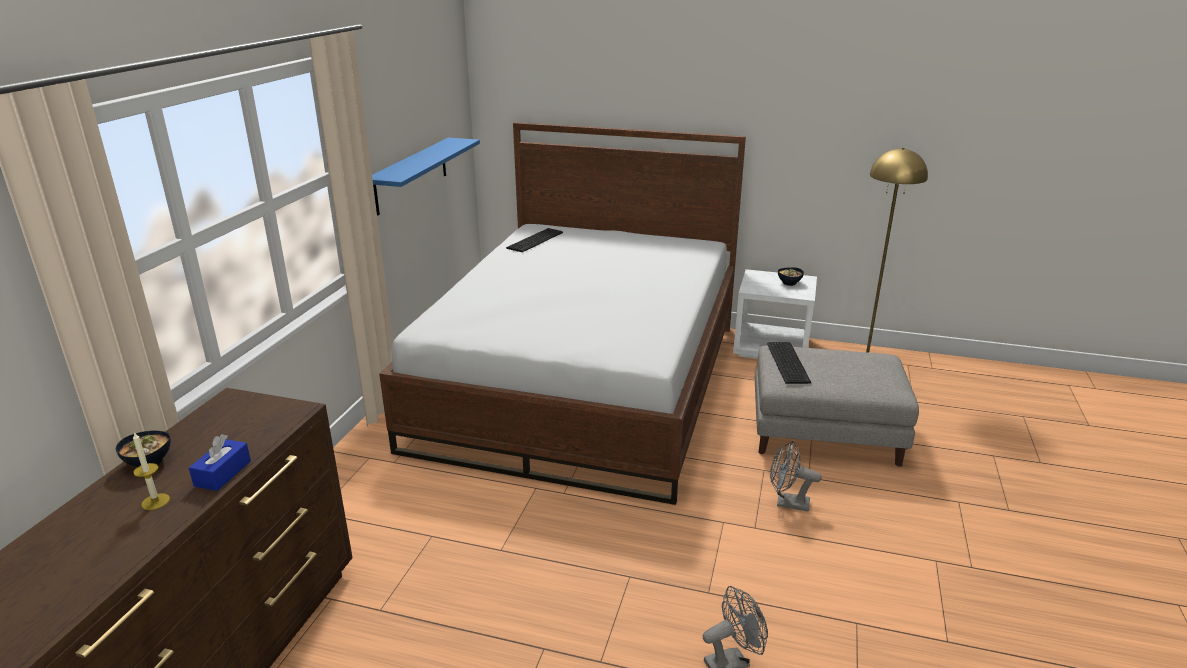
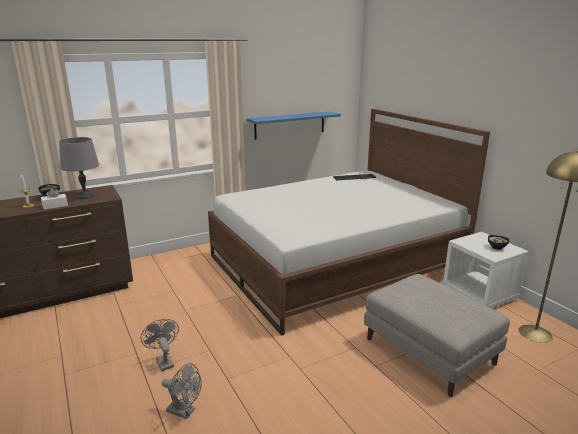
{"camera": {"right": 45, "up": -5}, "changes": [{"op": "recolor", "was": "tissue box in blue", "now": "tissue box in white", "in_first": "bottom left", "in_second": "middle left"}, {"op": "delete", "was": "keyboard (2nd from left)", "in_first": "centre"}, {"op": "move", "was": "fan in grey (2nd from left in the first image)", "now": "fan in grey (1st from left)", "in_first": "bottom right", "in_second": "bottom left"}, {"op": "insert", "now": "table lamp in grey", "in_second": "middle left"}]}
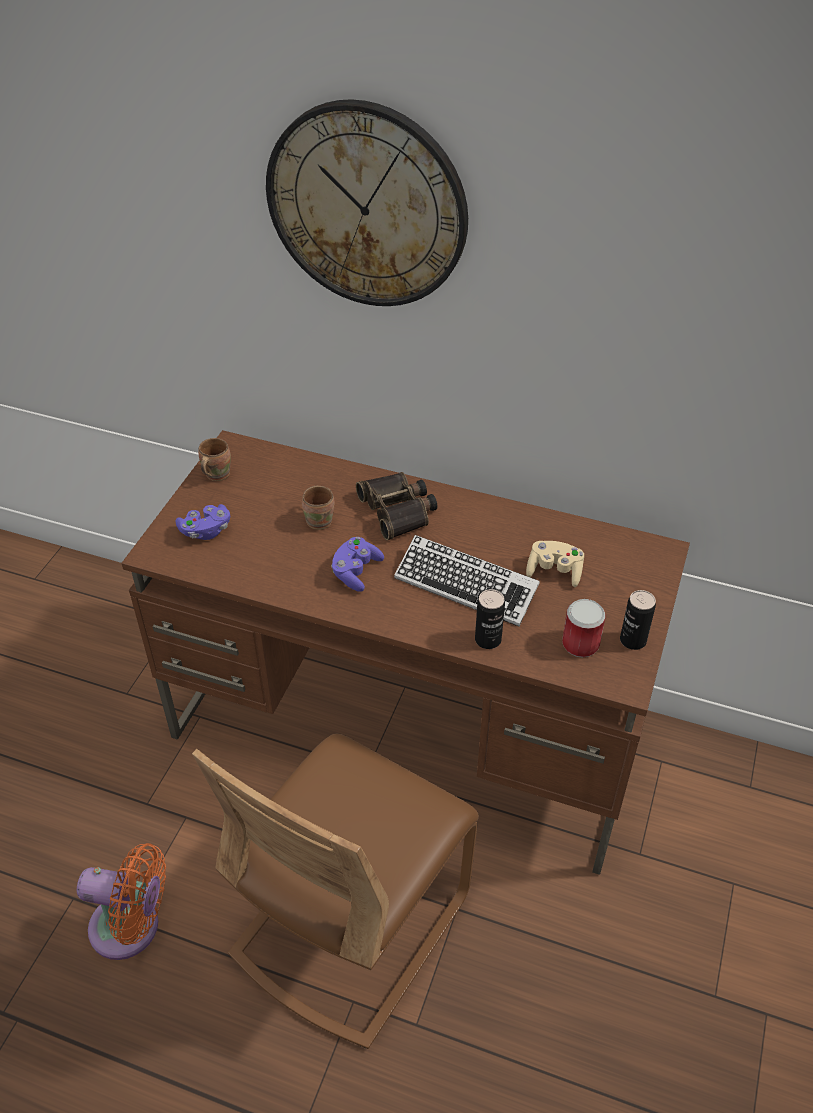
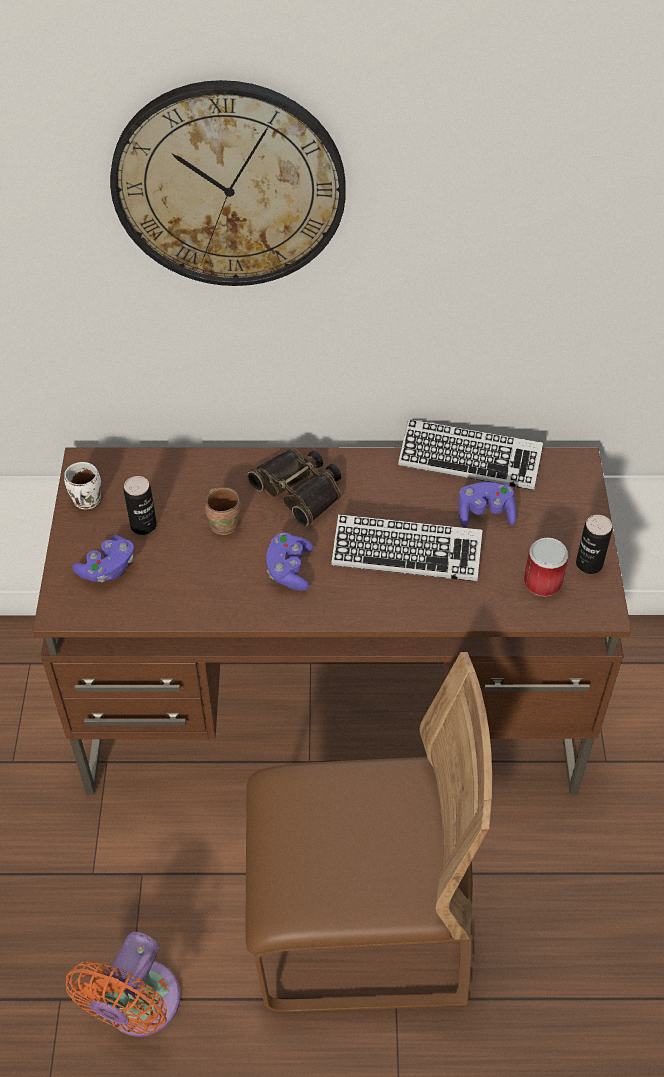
{"camera": {"right": -20, "up": 5}, "changes": [{"op": "rotate", "was": "fan in orange", "in_first": "bottom left", "in_second": "bottom left", "clockwise": 120}, {"op": "rotate", "was": "chair in brown", "in_first": "bottom centre", "in_second": "bottom centre", "clockwise": -105}, {"op": "recolor", "was": "mug in brown (1st from left)", "now": "mug in white", "in_first": "middle left", "in_second": "middle left"}, {"op": "move", "was": "can (1st from left)", "in_first": "centre", "in_second": "middle left"}, {"op": "recolor", "was": "game controller in beige", "now": "game controller in purple (3rd from left)", "in_first": "middle right", "in_second": "middle right"}, {"op": "insert", "now": "keyboard (2nd from left)", "in_second": "middle right"}]}
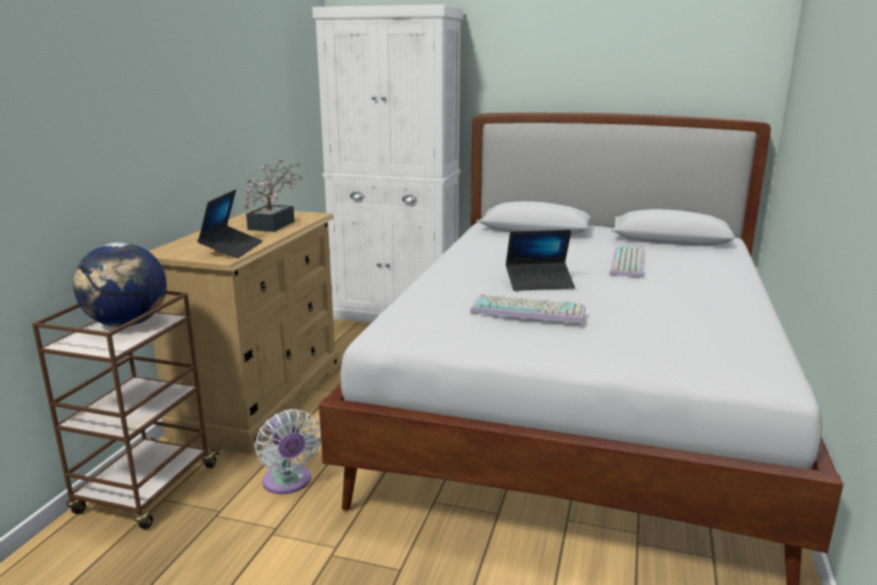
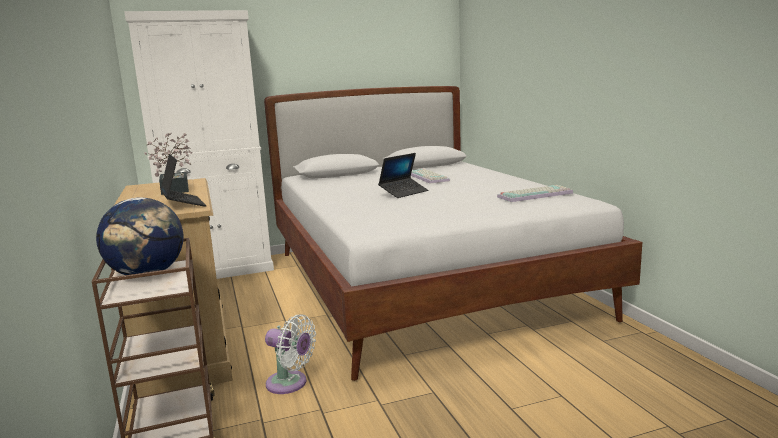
{"camera": {"right": -35, "up": -5}, "changes": [{"op": "move", "was": "keyboard (1st from left in the first image)", "now": "keyboard (2nd from left)", "in_first": "centre", "in_second": "middle right"}]}
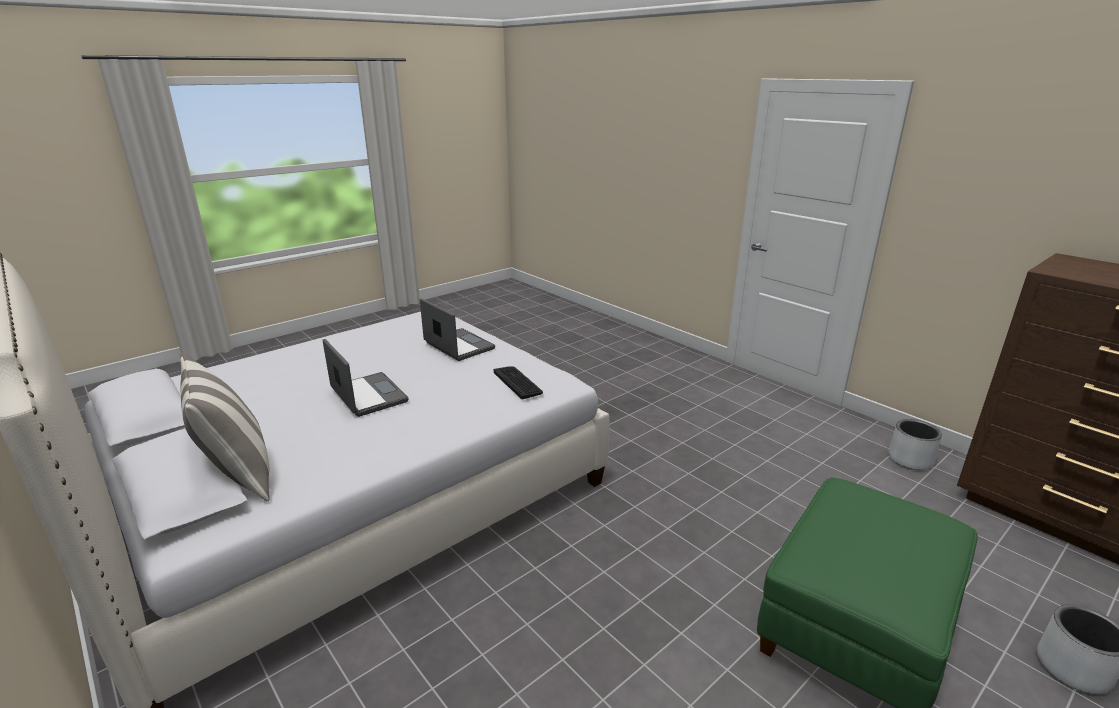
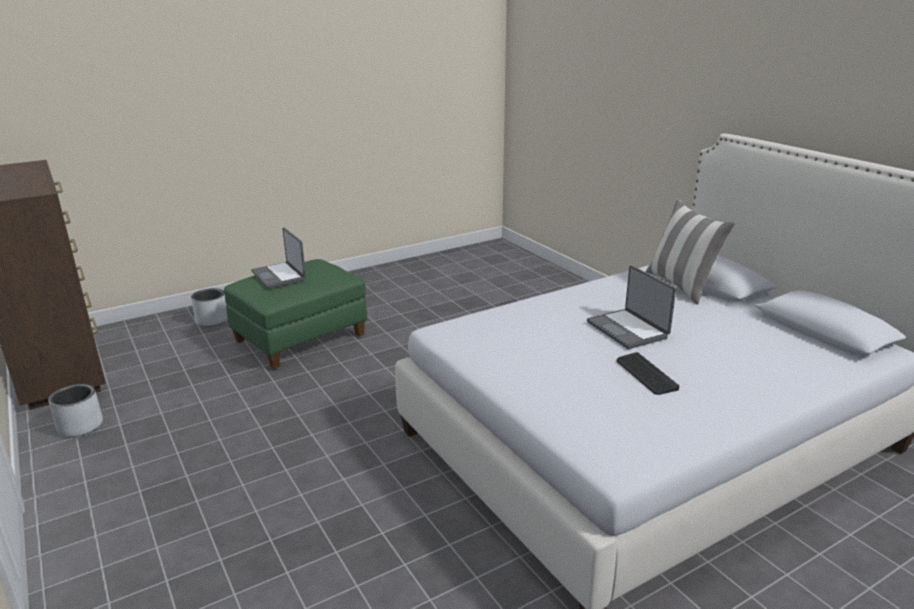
{"camera": {"right": -170, "up": 0}, "changes": [{"op": "move", "was": "laptop (2nd from left in the first image)", "now": "laptop (1st from left)", "in_first": "centre", "in_second": "middle left"}, {"op": "move", "was": "keyboard", "in_first": "centre", "in_second": "middle right"}]}
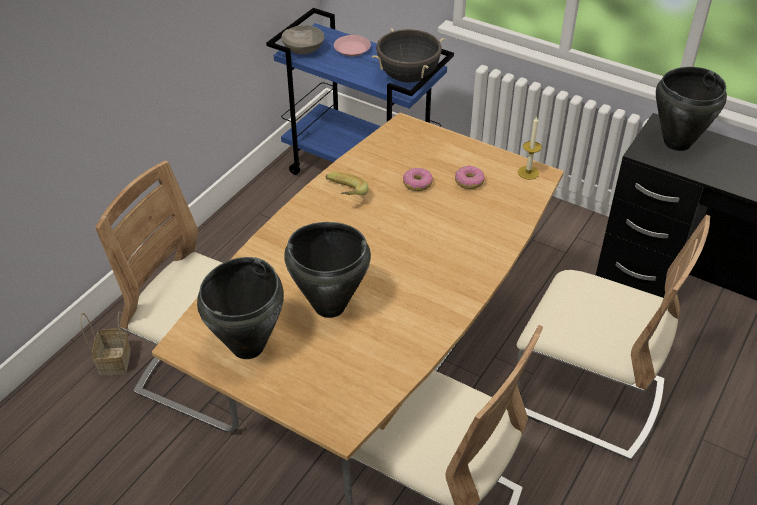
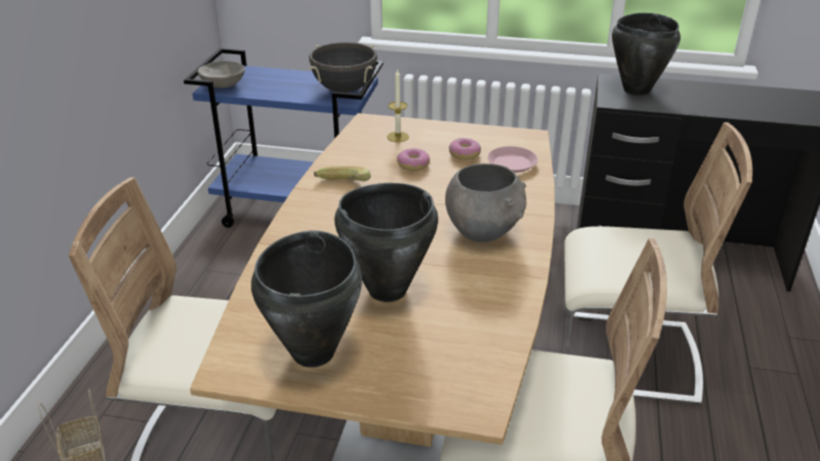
{"camera": {"right": -20, "up": -10}, "changes": [{"op": "move", "was": "plate in pink", "in_first": "top centre", "in_second": "centre"}, {"op": "move", "was": "candle", "in_first": "top right", "in_second": "top centre"}, {"op": "insert", "now": "bowl in grey (2nd from left)", "in_second": "centre"}]}
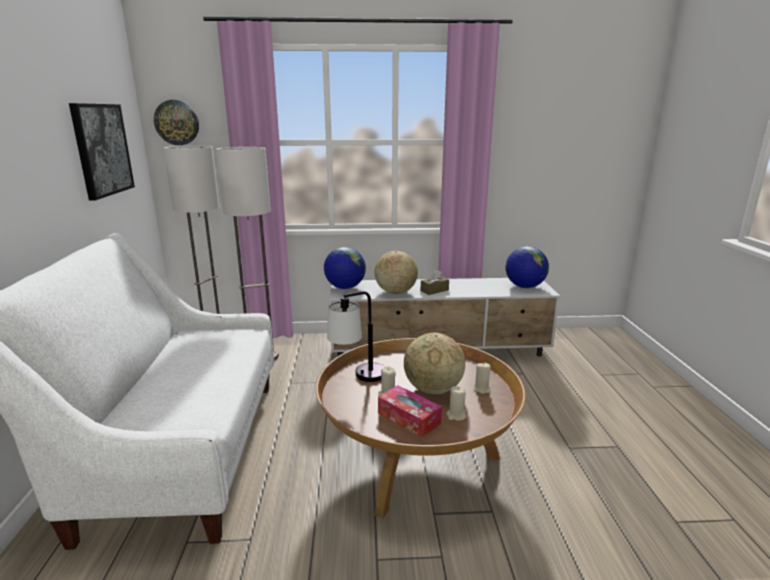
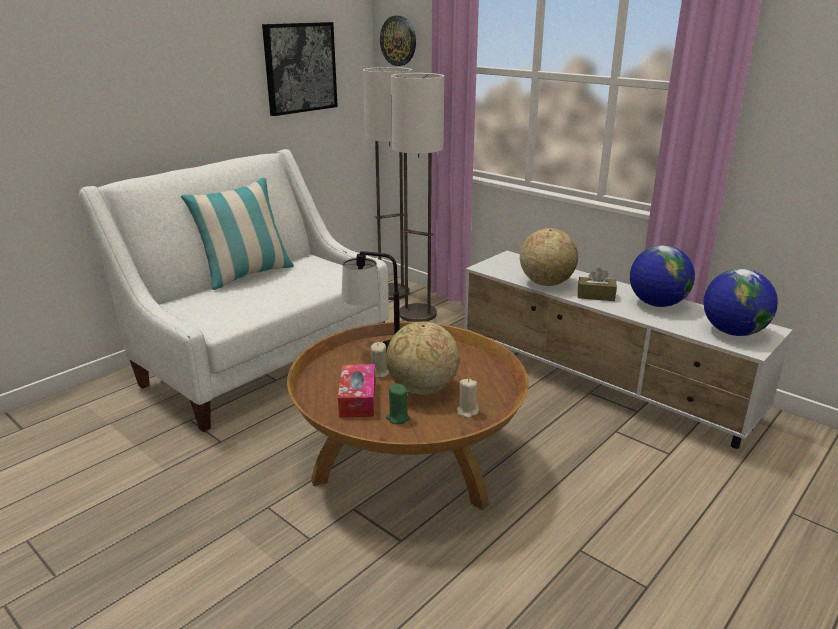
{"camera": {"right": 45, "up": 5}, "changes": [{"op": "move", "was": "globe (1st from left in the first image)", "now": "globe (3rd from left)", "in_first": "centre", "in_second": "middle right"}, {"op": "recolor", "was": "candle in beige (2nd from left)", "now": "candle in green", "in_first": "bottom centre", "in_second": "centre"}, {"op": "insert", "now": "pillow", "in_second": "middle left"}]}
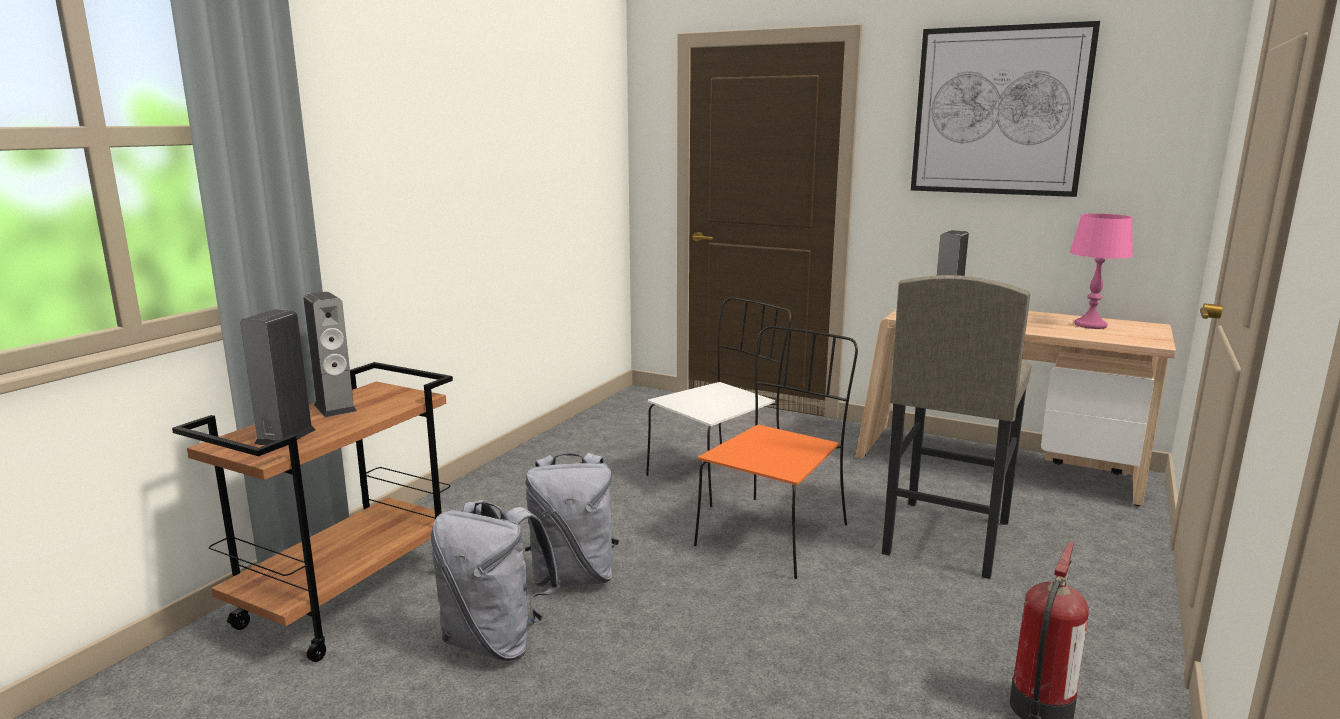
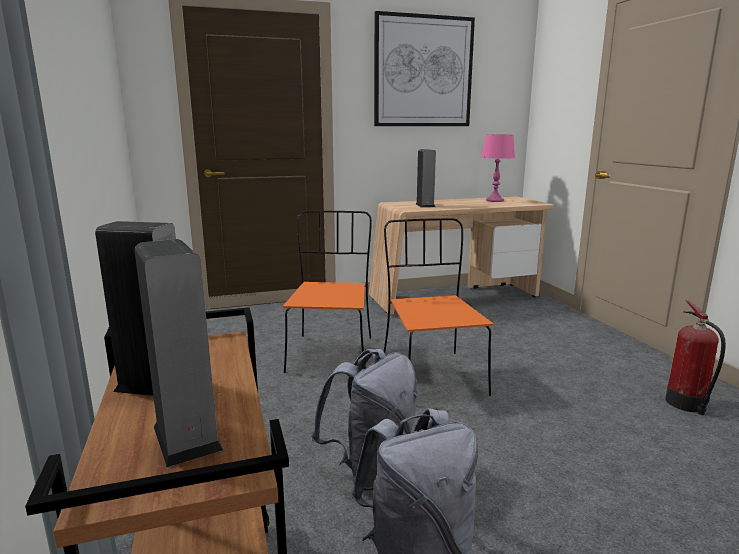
{"camera": {"right": -45, "up": 0}, "changes": [{"op": "recolor", "was": "chair in white", "now": "chair in orange (1st from left)", "in_first": "centre", "in_second": "centre"}, {"op": "delete", "was": "stool in grey", "in_first": "middle right"}]}
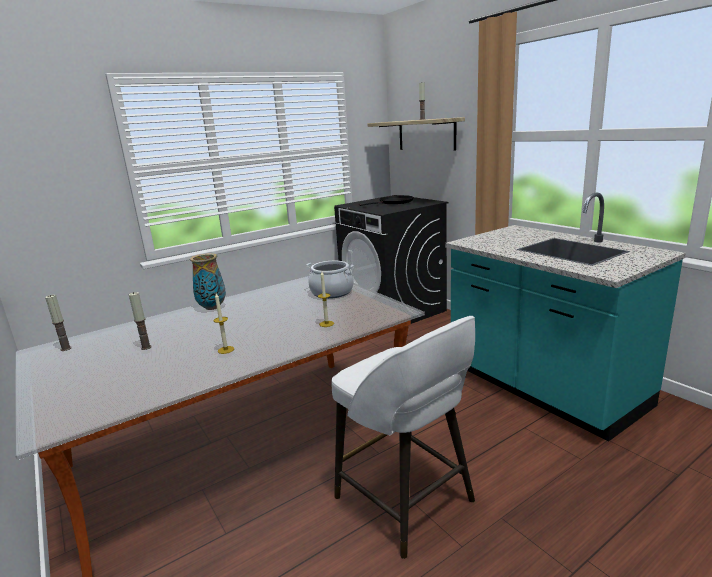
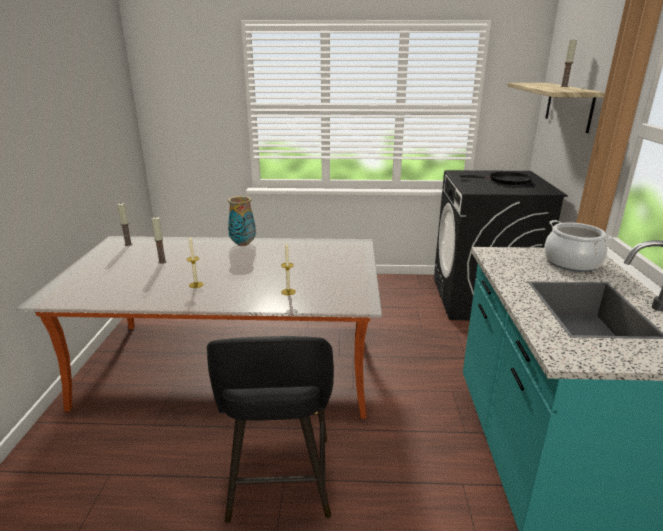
{"camera": {"right": 35, "up": 5}, "changes": [{"op": "move", "was": "cooking pot", "in_first": "centre", "in_second": "middle right"}, {"op": "recolor", "was": "stool in white", "now": "stool in black", "in_first": "bottom centre", "in_second": "bottom centre"}]}
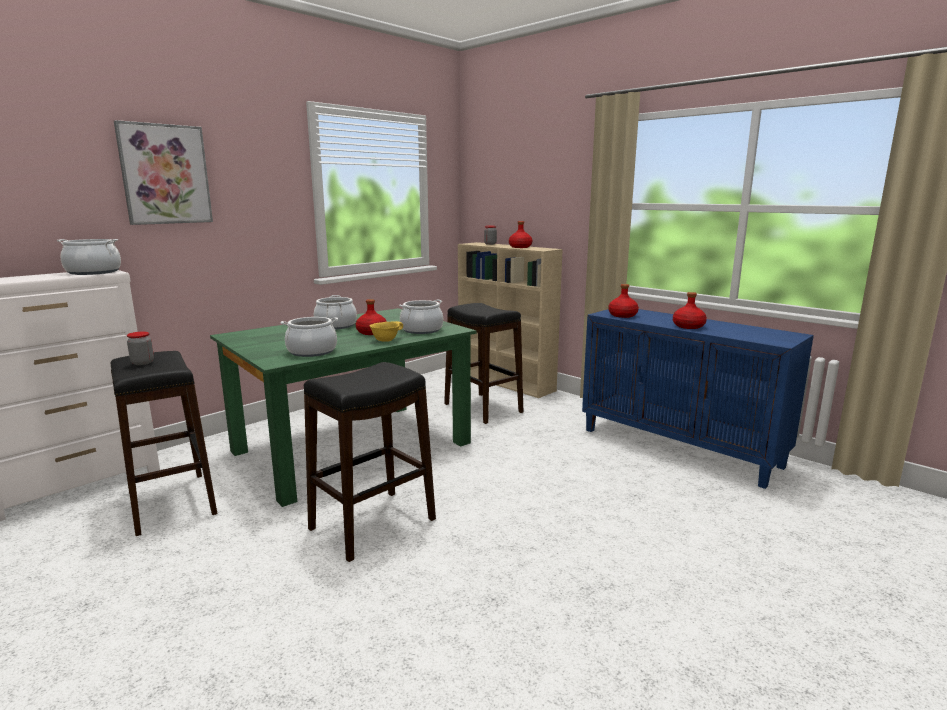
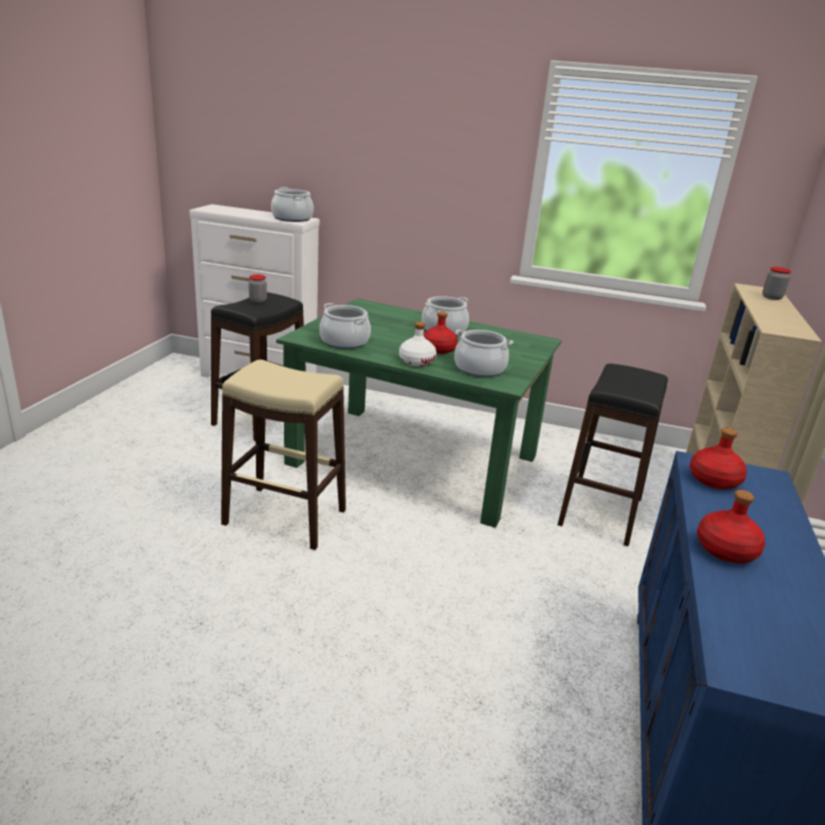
{"camera": {"right": 60, "up": 10}, "changes": [{"op": "delete", "was": "picture", "in_first": "top left"}, {"op": "recolor", "was": "stool in black (2nd from left)", "now": "stool in beige", "in_first": "centre", "in_second": "centre"}, {"op": "replace", "was": "bowl in yellow", "now": "bottle in white", "in_first": "centre", "in_second": "centre"}, {"op": "delete", "was": "bottle in red (2nd from left)", "in_first": "top centre"}]}
